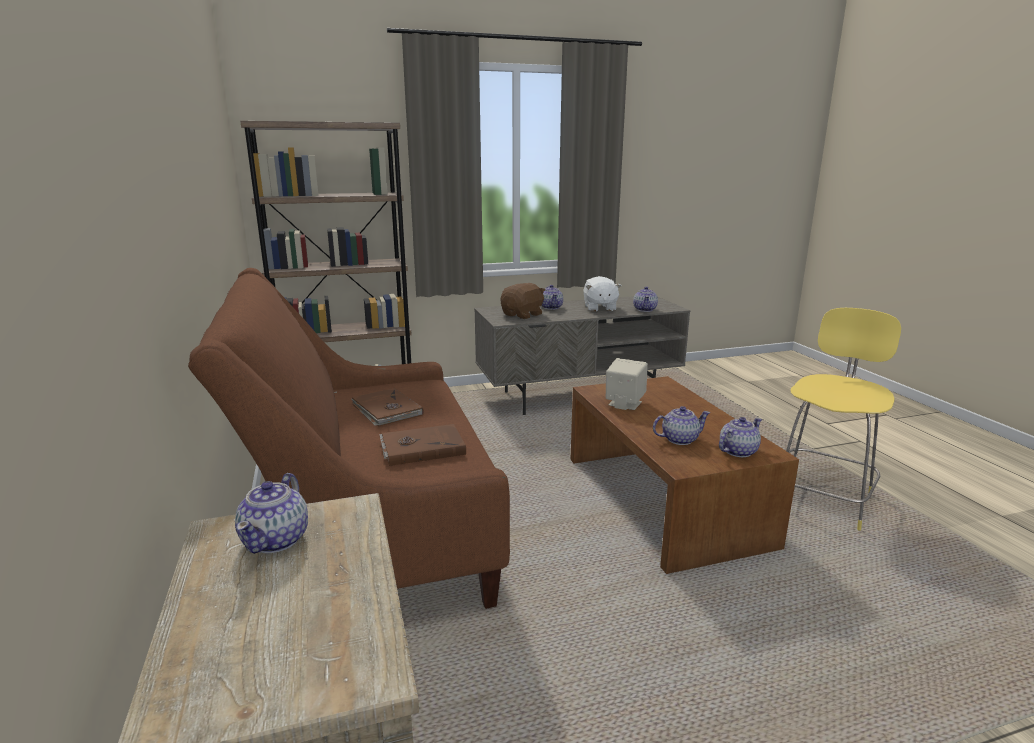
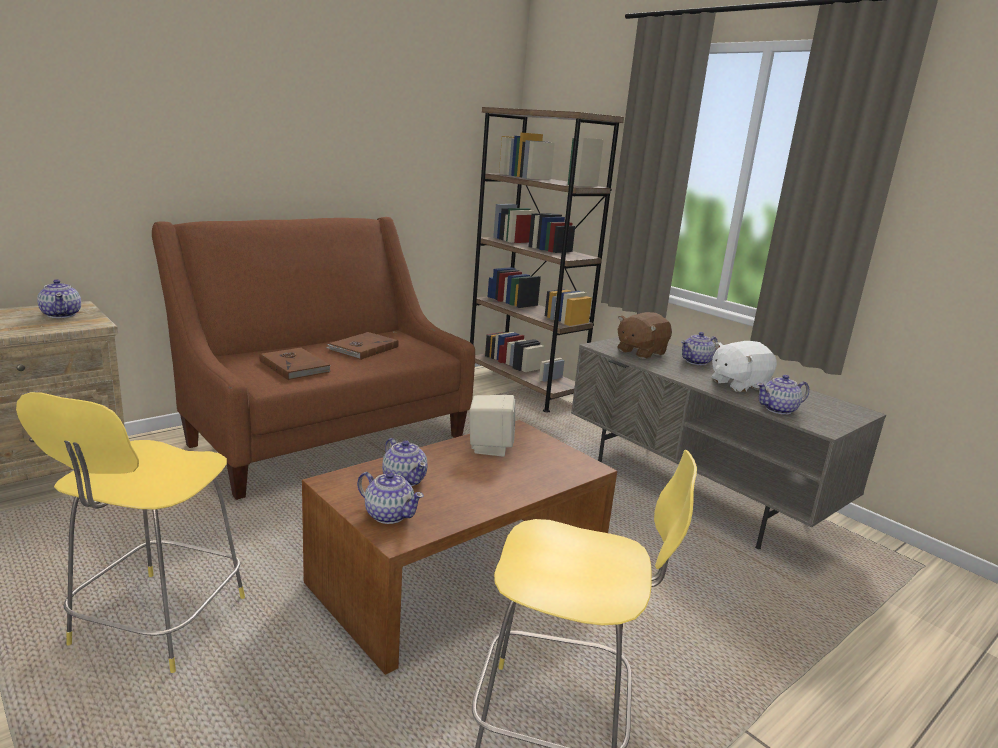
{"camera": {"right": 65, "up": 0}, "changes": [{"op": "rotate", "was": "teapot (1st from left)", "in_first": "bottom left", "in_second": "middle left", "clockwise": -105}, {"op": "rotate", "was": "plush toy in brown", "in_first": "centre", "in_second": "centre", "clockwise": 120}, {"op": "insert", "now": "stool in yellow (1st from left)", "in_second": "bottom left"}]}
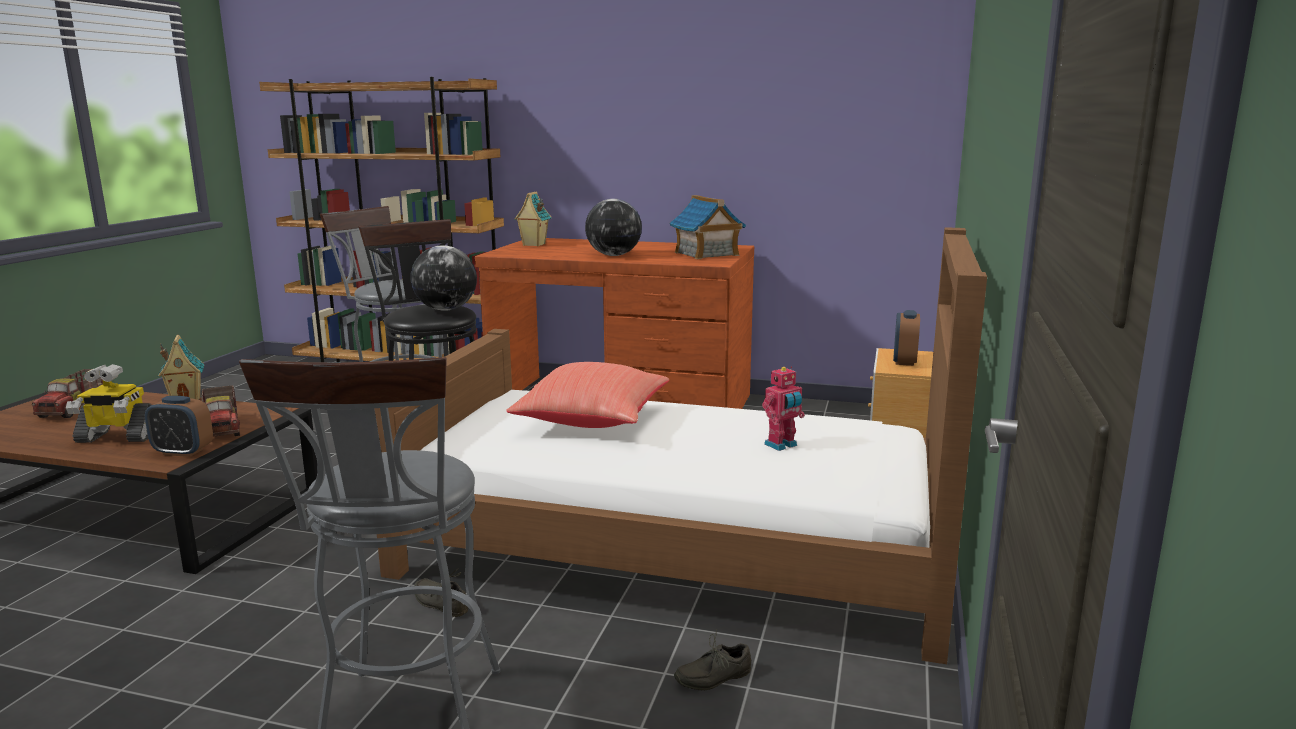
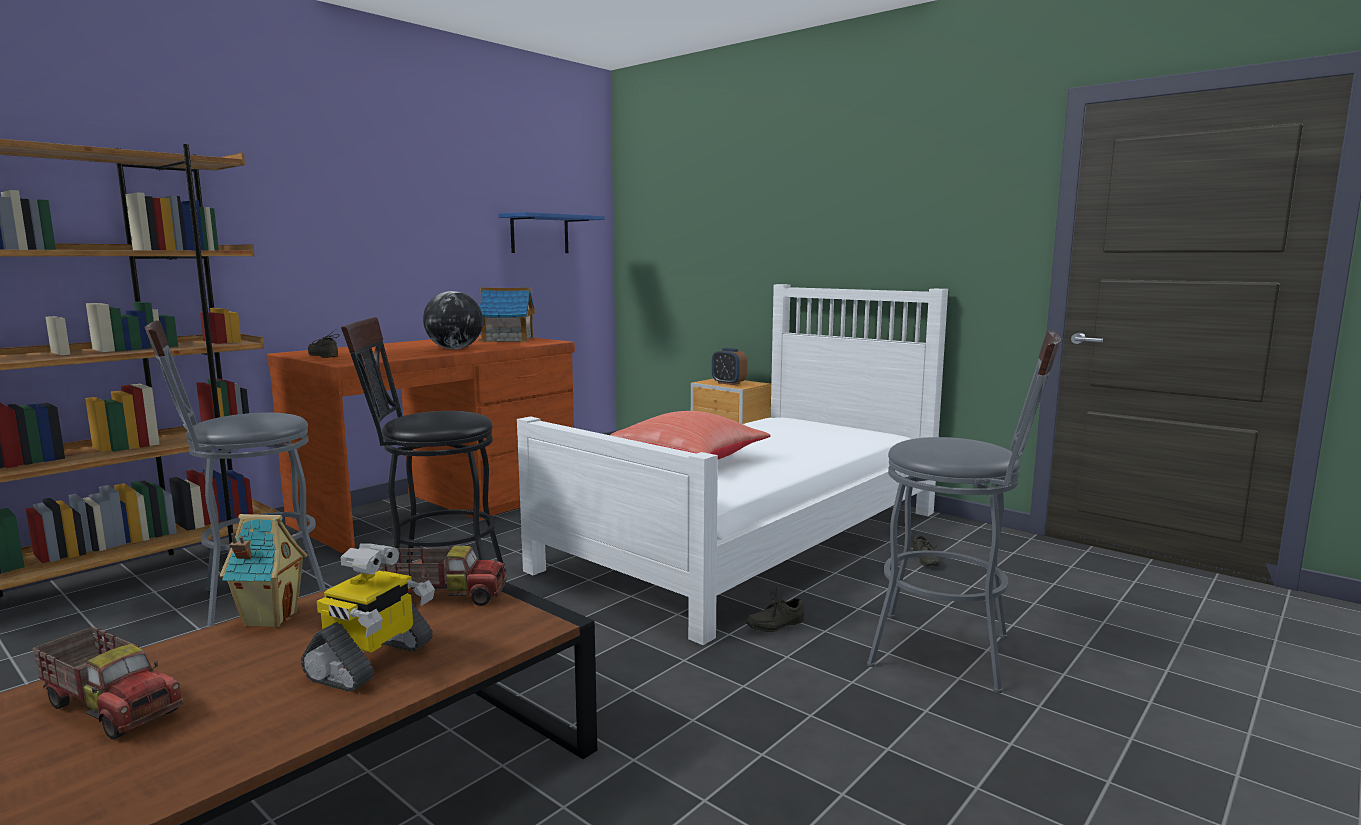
{"camera": {"right": -65, "up": -5}, "changes": [{"op": "delete", "was": "alarm clock (1st from left)", "in_first": "middle left"}, {"op": "recolor", "was": "bed in brown", "now": "bed in white", "in_first": "centre", "in_second": "centre"}, {"op": "delete", "was": "globe (1st from left)", "in_first": "centre"}, {"op": "replace", "was": "toy house (2nd from left)", "now": "shoe in grey (1st from left)", "in_first": "top centre", "in_second": "middle left"}, {"op": "delete", "was": "toy robot (2nd from left)", "in_first": "centre"}, {"op": "insert", "now": "shelf in blue", "in_second": "top centre"}]}
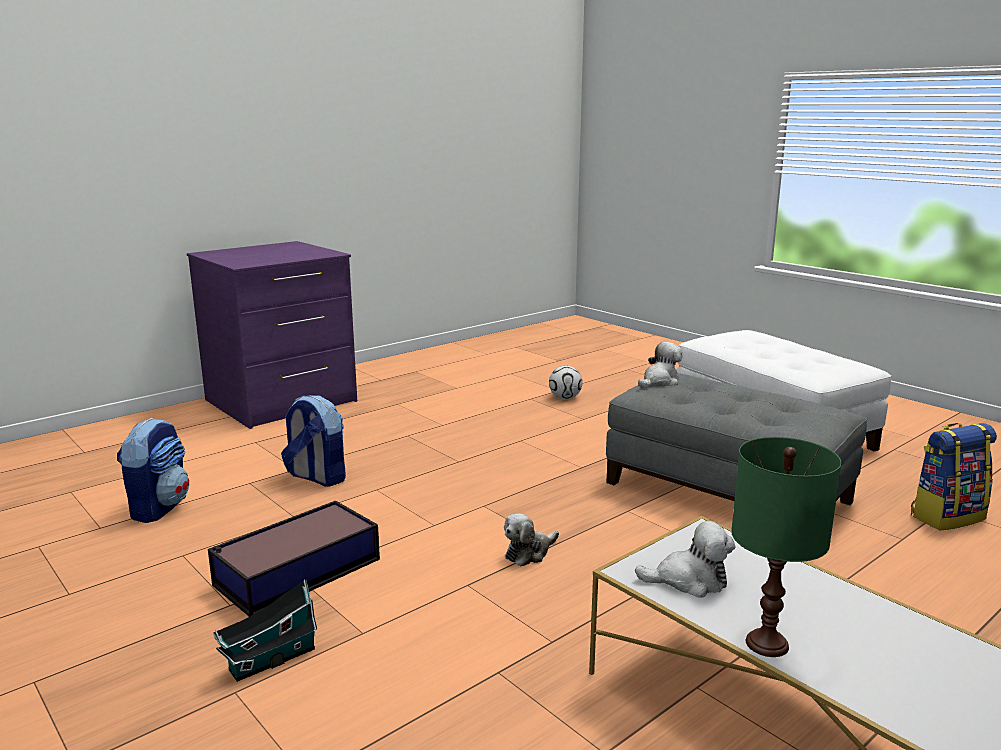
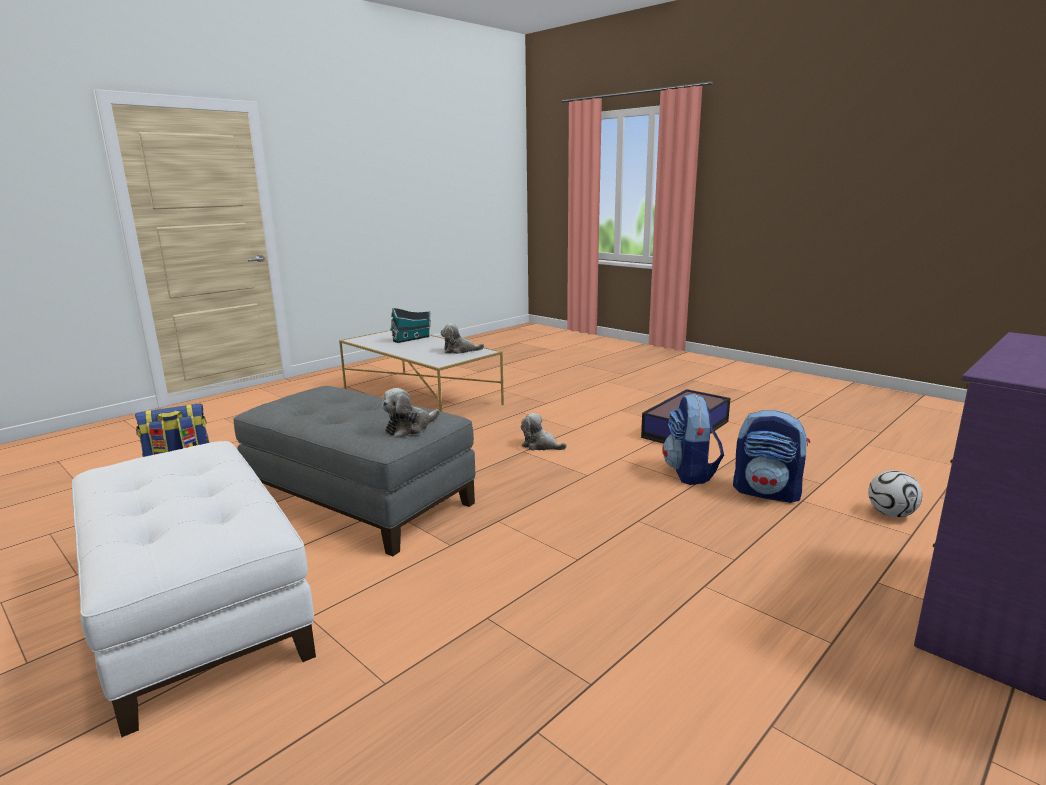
{"camera": {"right": 175, "up": 0}, "changes": [{"op": "move", "was": "backpack (1st from left in the first image)", "now": "backpack (2nd from left)", "in_first": "middle left", "in_second": "centre"}, {"op": "move", "was": "toy house", "in_first": "bottom left", "in_second": "centre"}, {"op": "rotate", "was": "plush toy (1st from left in the first image)", "in_first": "bottom centre", "in_second": "centre", "clockwise": -105}, {"op": "move", "was": "football", "in_first": "centre", "in_second": "middle right"}, {"op": "delete", "was": "table lamp in green", "in_first": "bottom right"}]}
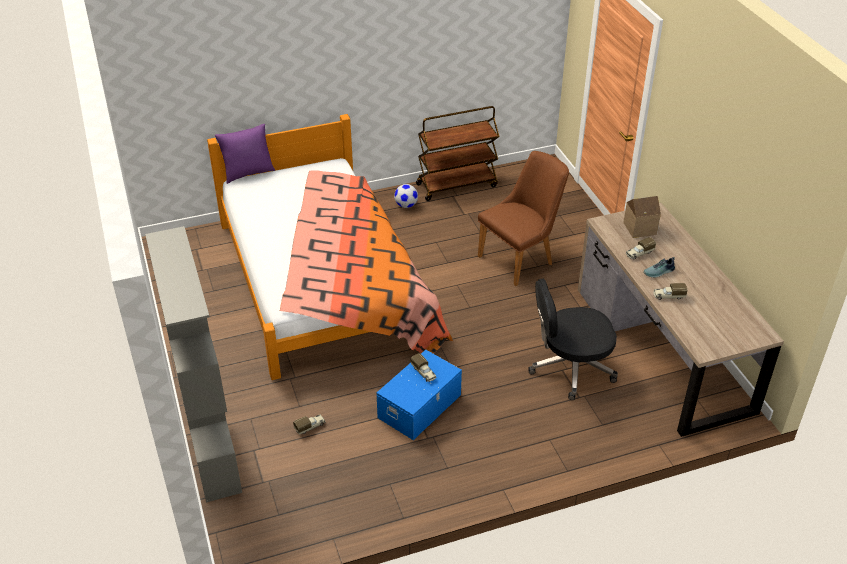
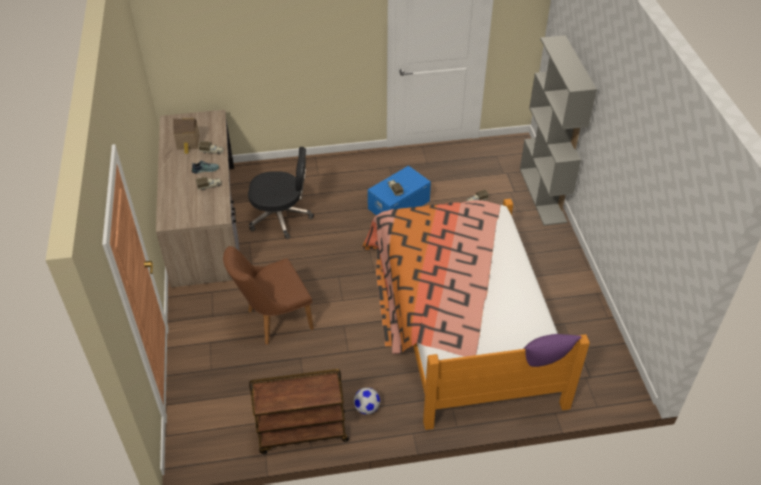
{"camera": {"right": -170, "up": 5}, "changes": [{"op": "move", "was": "toy house", "in_first": "middle right", "in_second": "top left"}]}
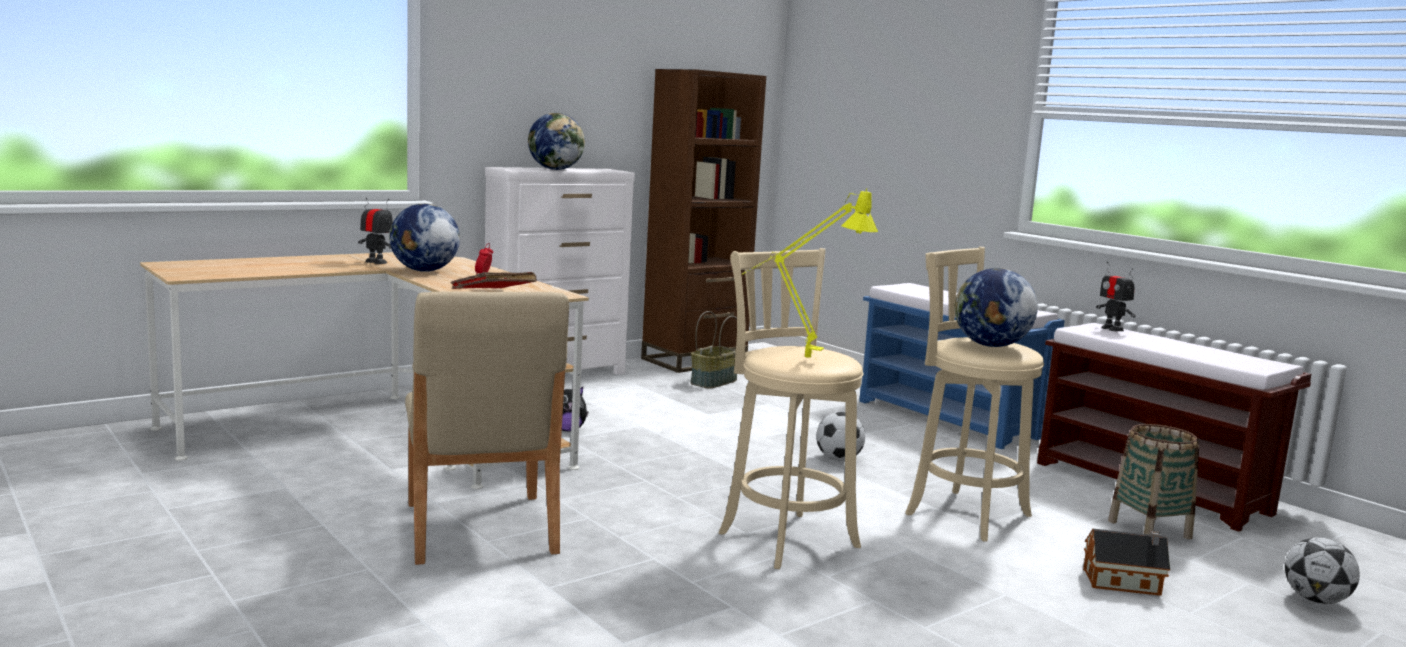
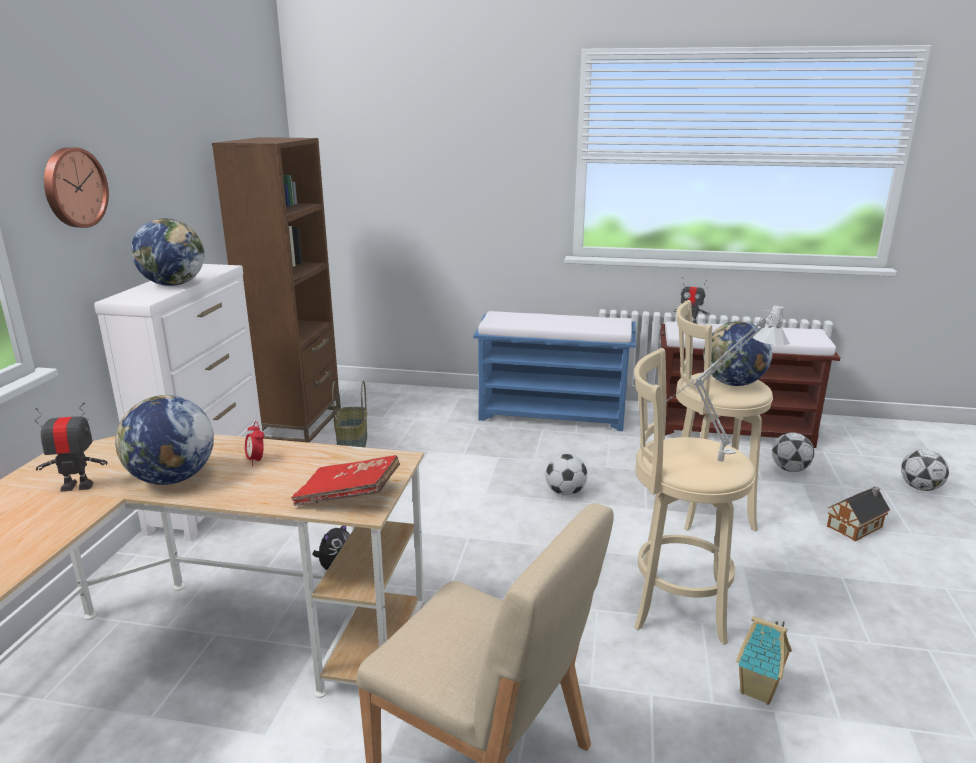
{"camera": {"right": -40, "up": 10}, "changes": [{"op": "recolor", "was": "table lamp in yellow", "now": "table lamp in grey", "in_first": "centre", "in_second": "middle right"}, {"op": "replace", "was": "basket (2nd from left)", "now": "football (2nd from left)", "in_first": "bottom right", "in_second": "middle right"}, {"op": "insert", "now": "wall clock", "in_second": "top left"}, {"op": "insert", "now": "toy house (1st from left)", "in_second": "bottom right"}]}
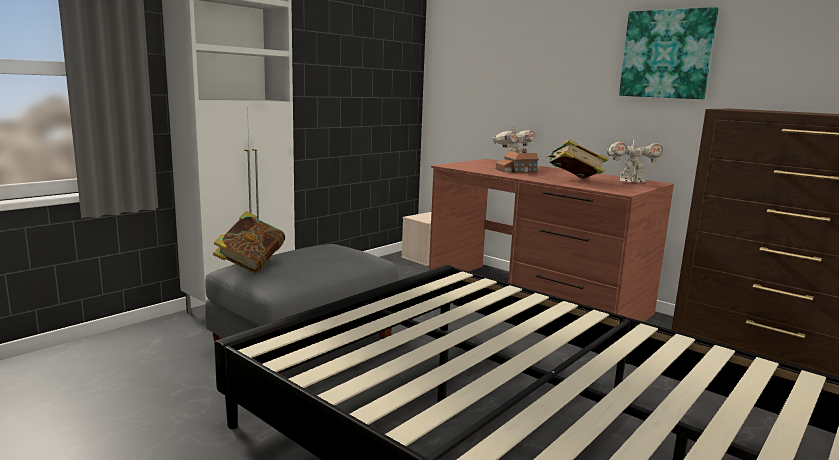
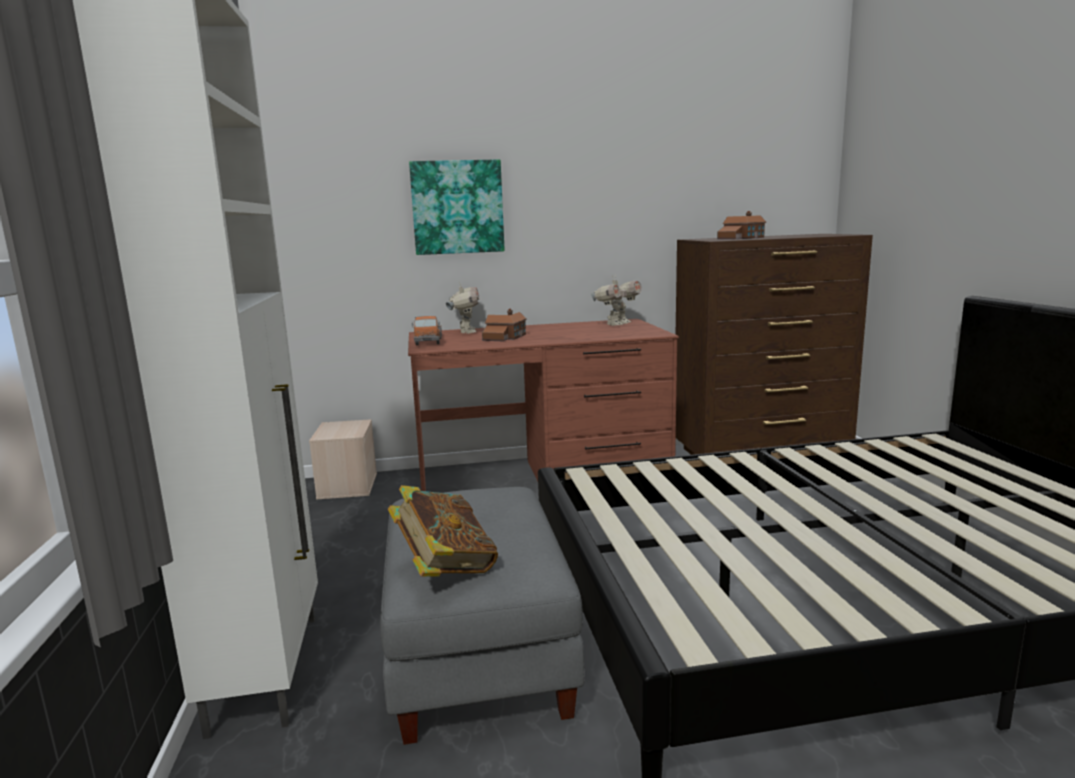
{"camera": {"right": -50, "up": 0}, "changes": [{"op": "delete", "was": "book (2nd from left)", "in_first": "middle right"}, {"op": "move", "was": "picture", "in_first": "top right", "in_second": "top centre"}, {"op": "insert", "now": "toy truck", "in_second": "centre"}, {"op": "insert", "now": "toy house (2nd from left)", "in_second": "top right"}]}
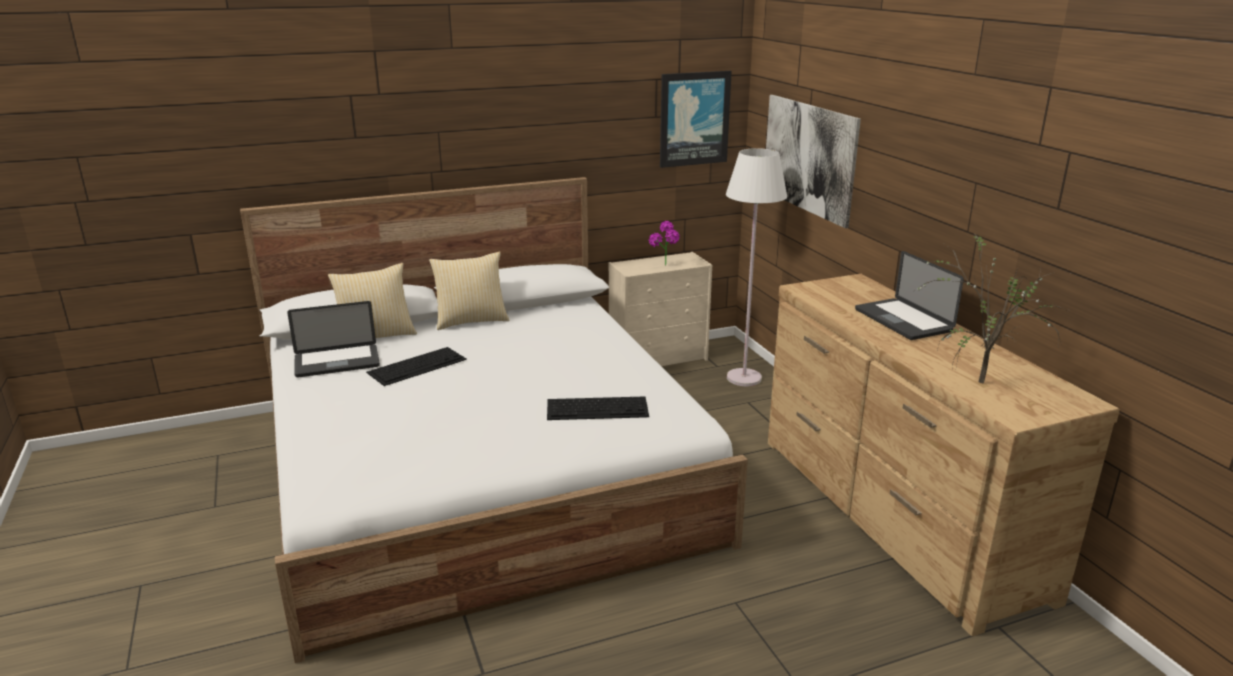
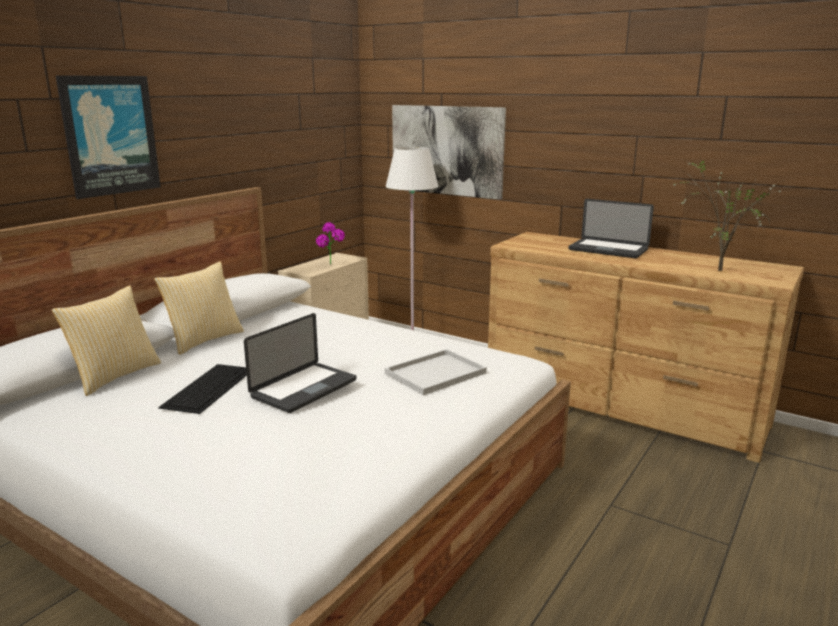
{"camera": {"right": -35, "up": -5}, "changes": [{"op": "move", "was": "laptop (1st from left)", "in_first": "middle left", "in_second": "centre"}, {"op": "replace", "was": "keyboard (2nd from left)", "now": "tray in white", "in_first": "centre", "in_second": "centre"}, {"op": "move", "was": "picture (1st from left)", "in_first": "top centre", "in_second": "top left"}]}
